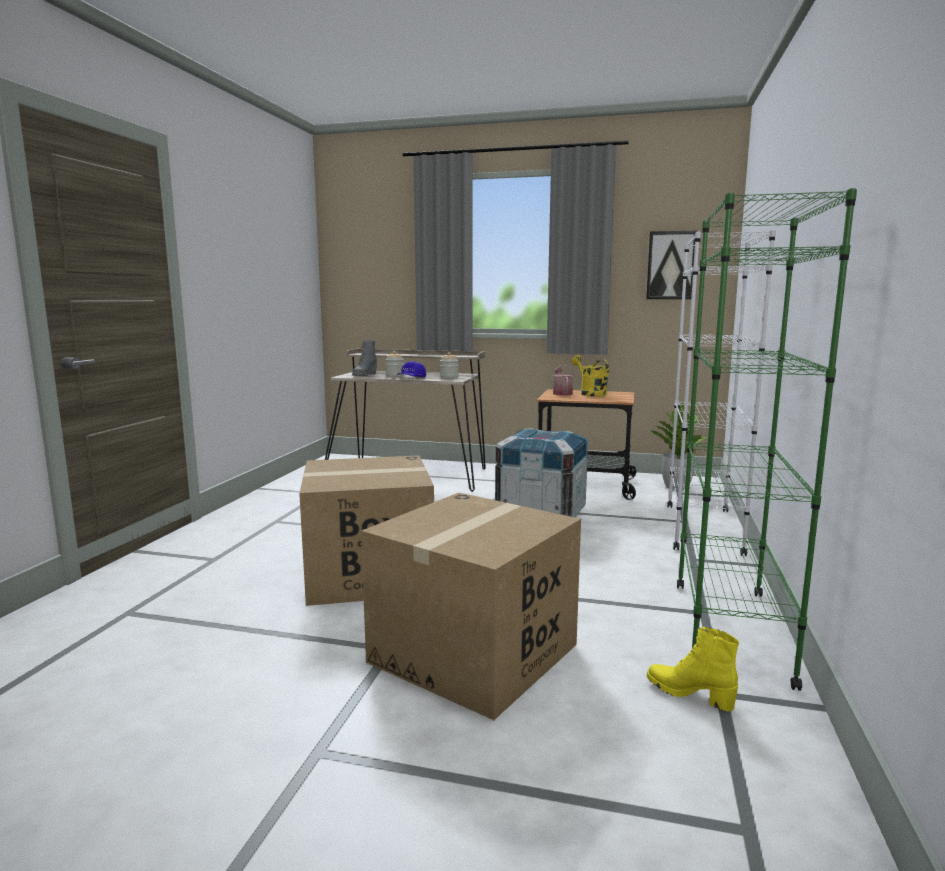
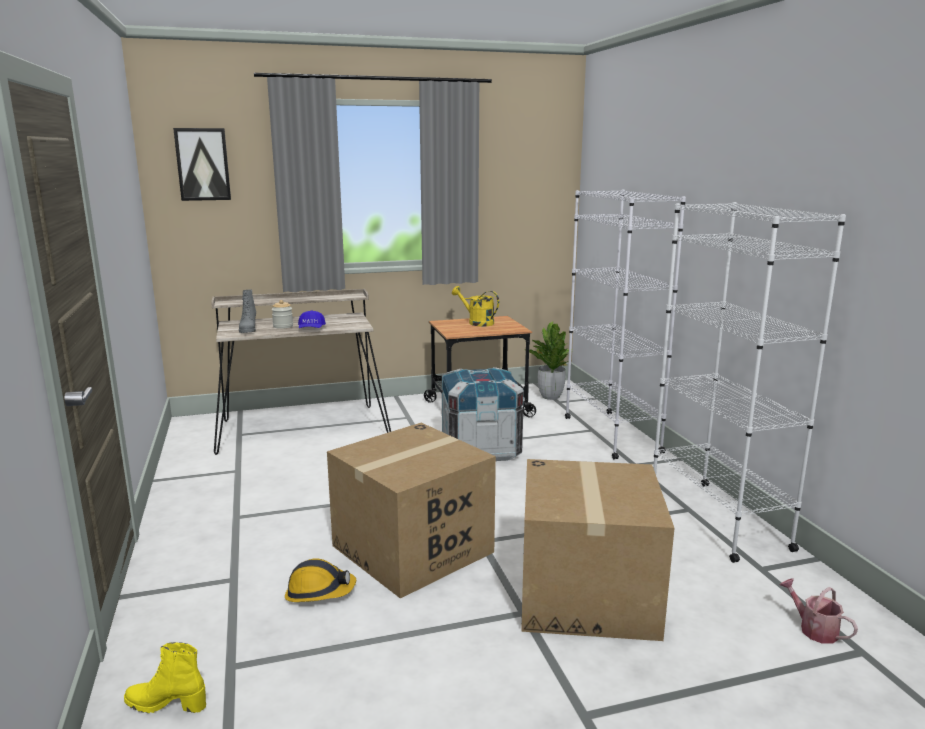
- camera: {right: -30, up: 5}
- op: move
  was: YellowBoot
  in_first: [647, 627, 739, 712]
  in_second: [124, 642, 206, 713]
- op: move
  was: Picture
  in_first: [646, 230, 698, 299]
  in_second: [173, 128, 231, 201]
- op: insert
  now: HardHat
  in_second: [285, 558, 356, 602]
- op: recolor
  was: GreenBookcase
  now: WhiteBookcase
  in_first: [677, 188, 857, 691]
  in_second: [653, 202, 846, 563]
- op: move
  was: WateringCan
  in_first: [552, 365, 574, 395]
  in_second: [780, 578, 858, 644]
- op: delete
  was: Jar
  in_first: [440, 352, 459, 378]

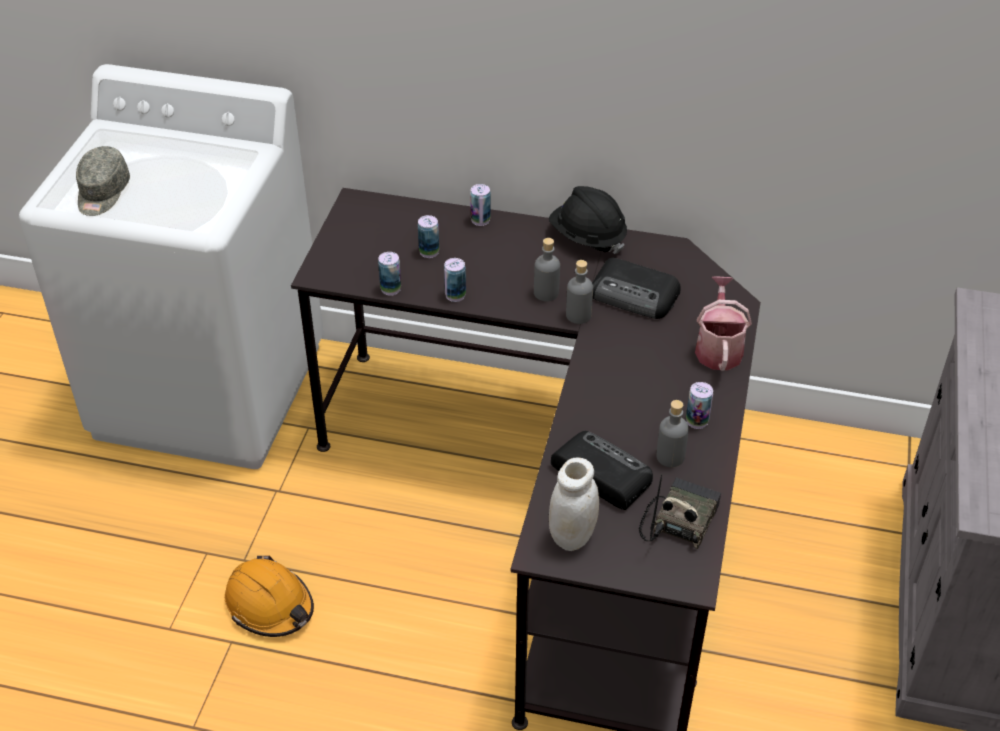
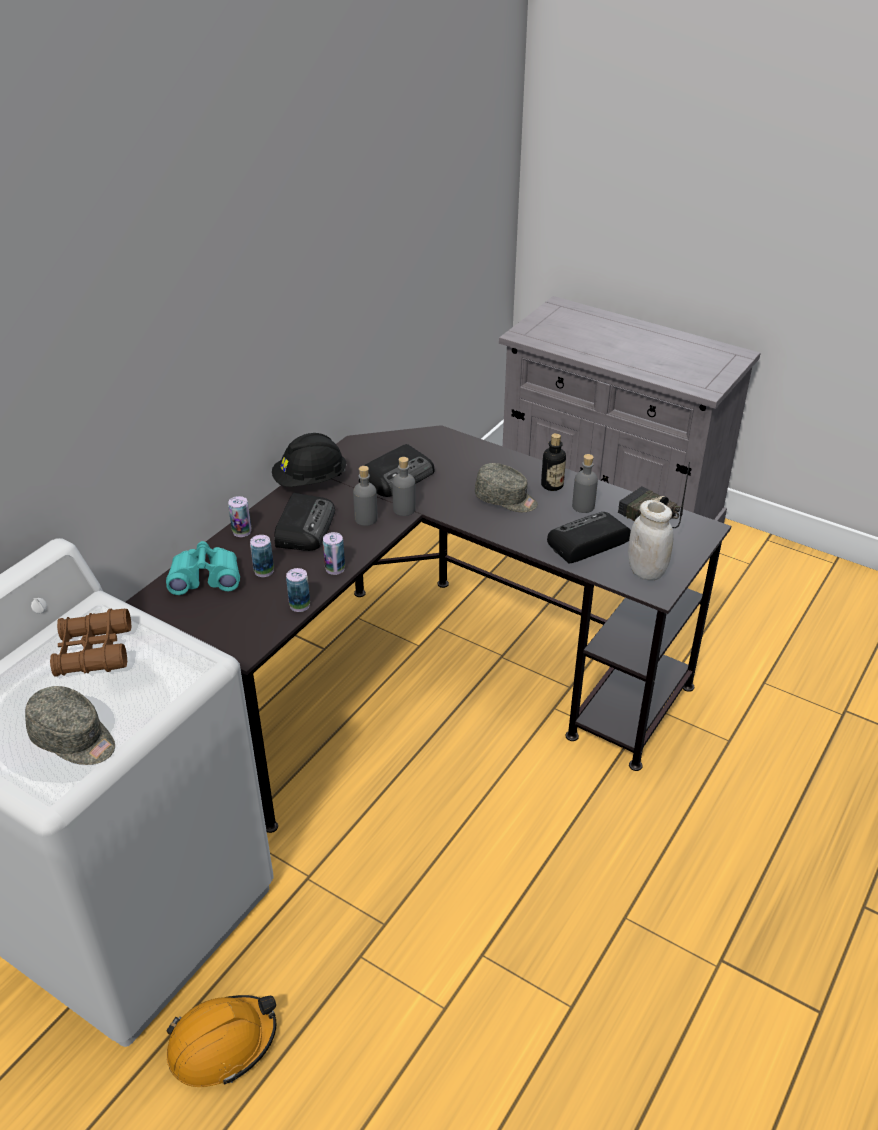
- camera: {right: -70, up: -5}
- op: insert
  now: BrownBinoculars
  in_second: [50, 609, 131, 677]
- op: insert
  now: TurquoiseBinoculars
  in_second: [166, 541, 240, 595]
- op: move
  was: OrangeHardHat
  in_first: [225, 556, 314, 637]
  in_second: [166, 995, 276, 1087]
- op: insert
  now: Radio
  in_second: [274, 493, 335, 551]
- op: insert
  now: GreyCap
  in_second: [475, 463, 538, 512]
- op: replace
  was: Can
  now: Bottle
  in_first: [686, 382, 713, 429]
  in_second: [541, 433, 566, 491]
- op: delete
  was: WateringCan
  in_first: [695, 276, 752, 371]

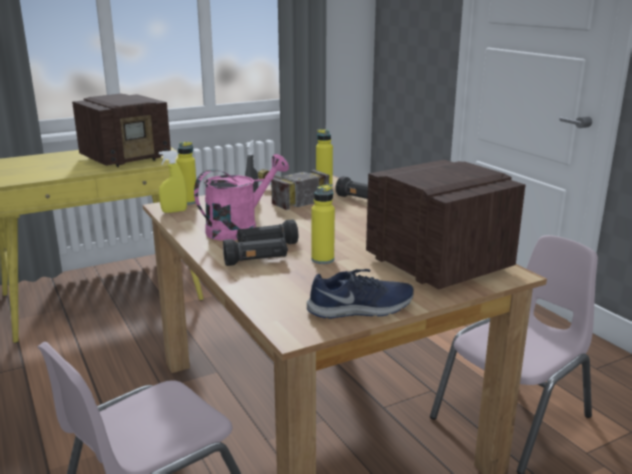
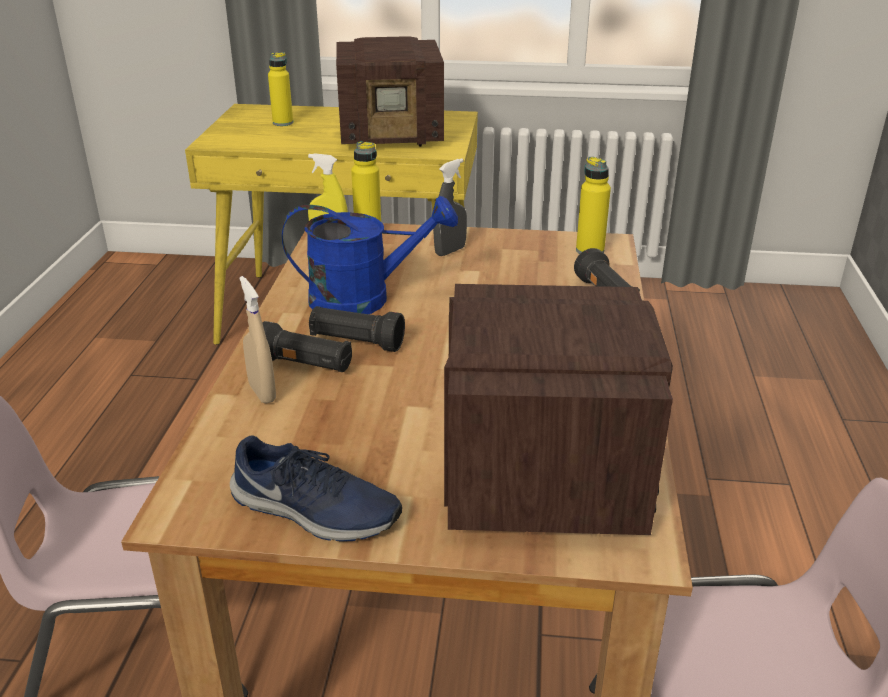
- camera: {right: 35, up: 10}
- op: insert
  now: BeigeSprayBottle
  in_second: [239, 276, 276, 404]
- op: move
  was: YellowBottle
  in_first: [311, 184, 335, 264]
  in_second: [268, 52, 293, 126]
- op: recolor
  was: PinkWateringCan
  now: BlueWateringCan
  in_first: [194, 154, 289, 241]
  in_second: [282, 196, 458, 314]
- op: delete
  was: Hammer
  in_first: [258, 169, 329, 210]

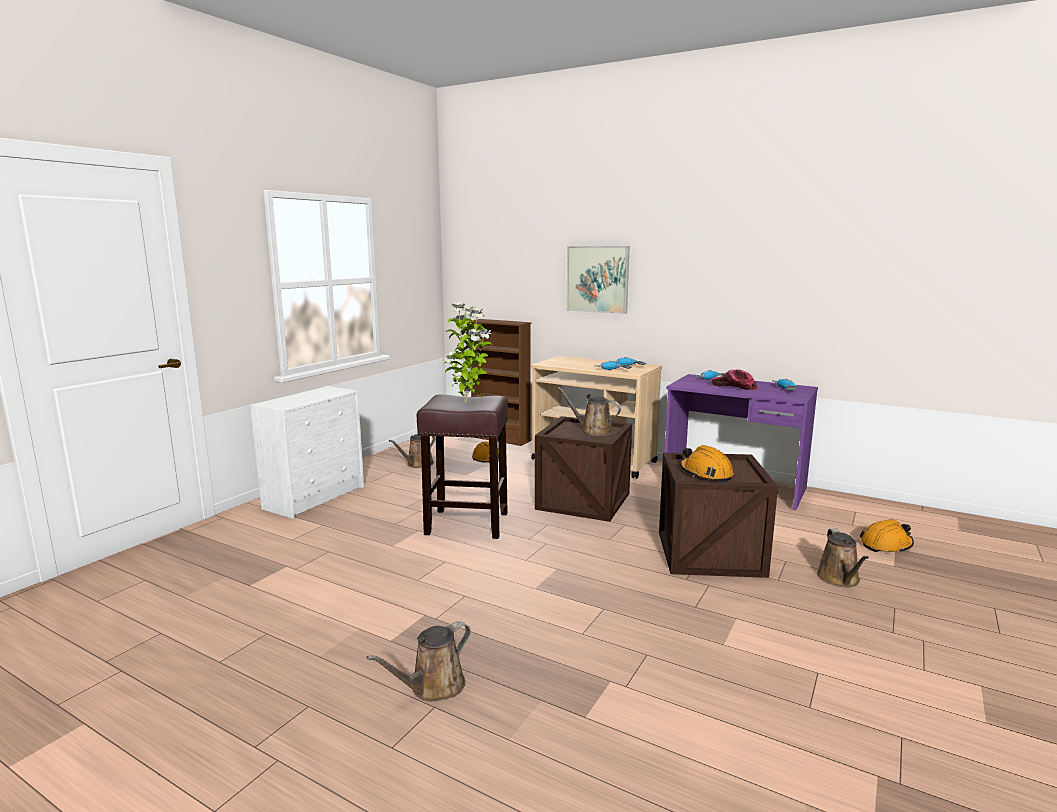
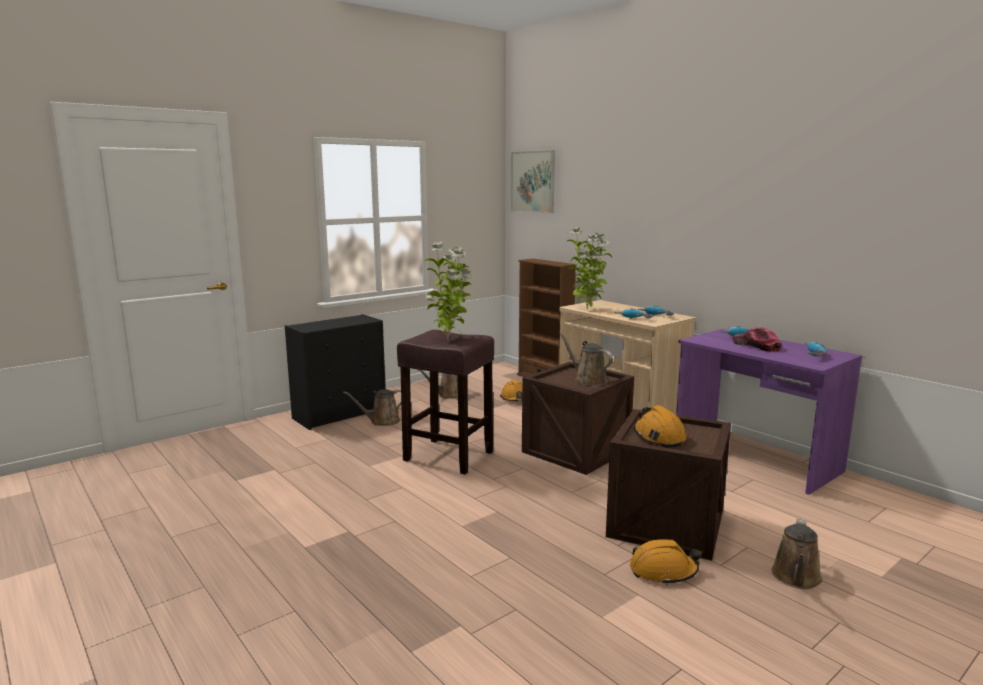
- camera: {right: 20, up: 0}
- op: recolor
  was: WhiteDresser
  now: BlackDresser
  in_first: [250, 386, 364, 519]
  in_second: [285, 314, 386, 430]
- op: move
  was: BrownWateringCan
  in_first: [367, 621, 471, 702]
  in_second: [343, 389, 401, 426]
- op: move
  was: Picture
  in_first: [566, 246, 630, 314]
  in_second: [511, 150, 555, 213]
- op: insert
  now: PottedPlant
  in_second: [567, 227, 612, 309]
- op: move
  was: OrangeHardHat
  in_first: [859, 519, 914, 553]
  in_second: [630, 540, 701, 585]

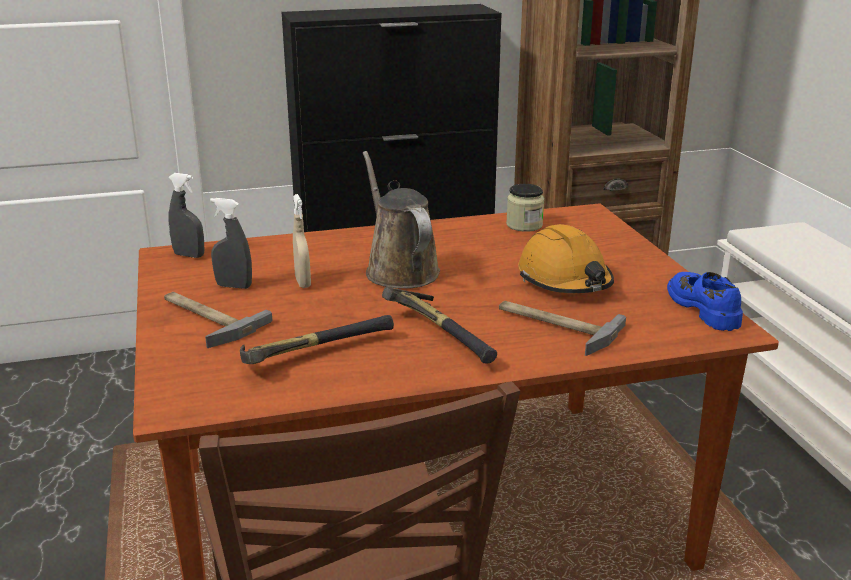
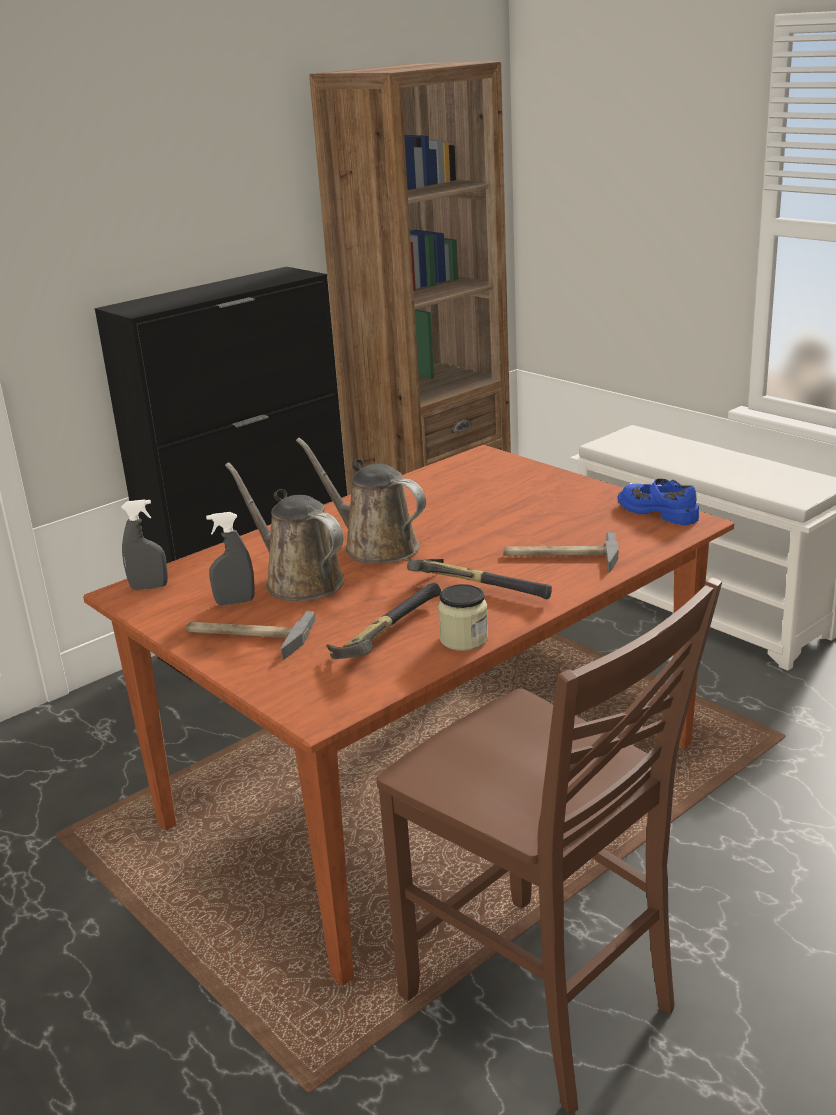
- camera: {right: -25, up: 0}
- op: replace
  was: BeigeSprayBottle
  now: BrownWateringCan
  in_first: [293, 194, 311, 288]
  in_second: [225, 463, 344, 601]
- op: move
  was: Jar
  in_first: [506, 184, 544, 232]
  in_second: [438, 584, 488, 651]
- op: delete
  was: OrangeHardHat
  in_first: [518, 224, 614, 293]

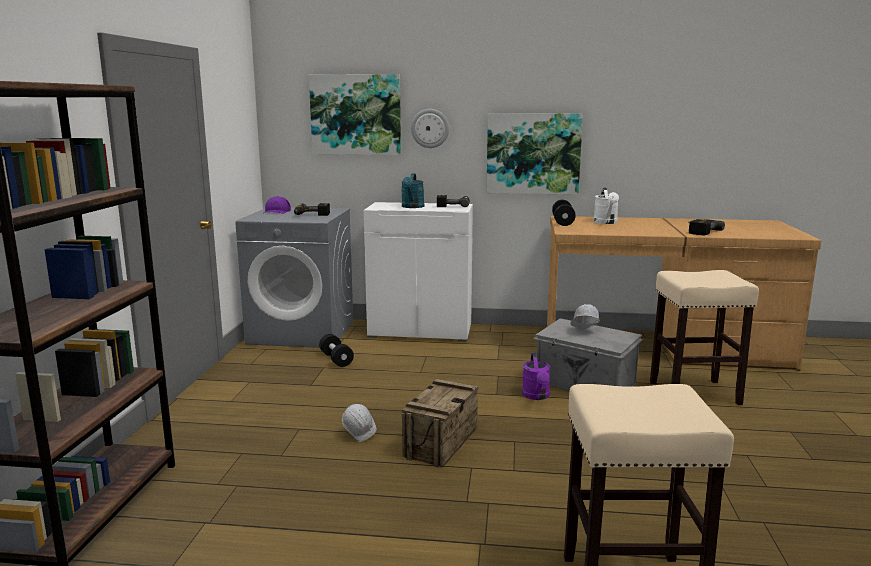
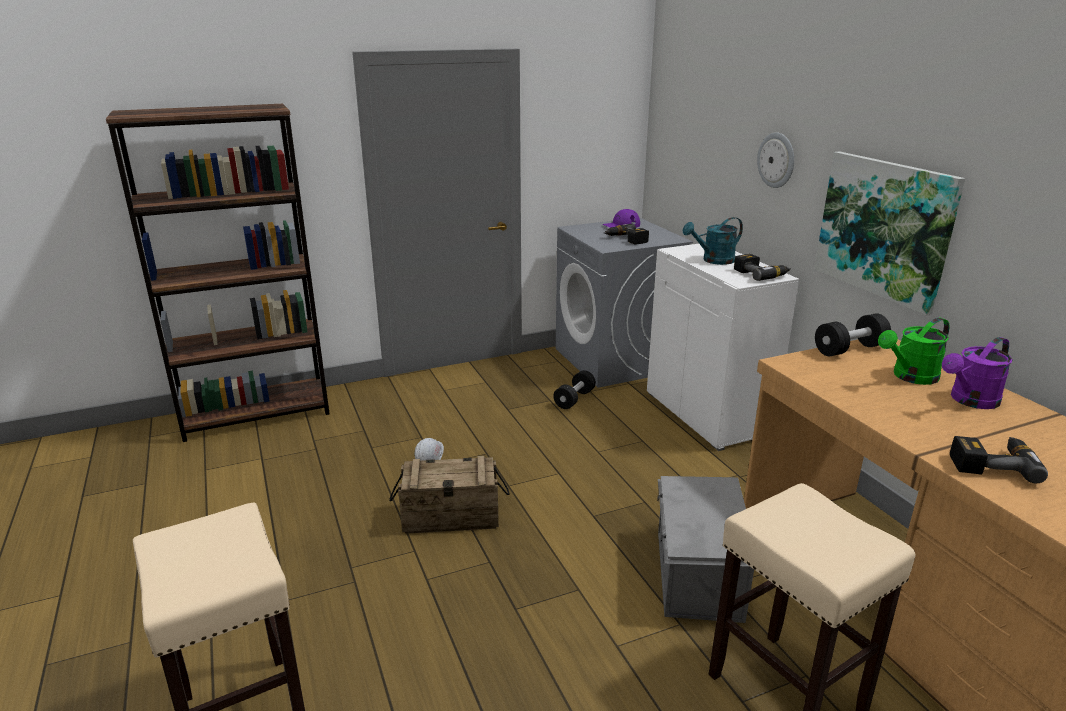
- camera: {right: 60, up: 10}
- op: recolor
  was: WhiteWateringCan
  now: GreenWateringCan
  in_first: [593, 188, 619, 224]
  in_second: [878, 318, 949, 385]
- op: move
  was: PurpleWateringCan
  in_first: [522, 353, 551, 400]
  in_second: [942, 337, 1013, 409]
- op: delete
  was: Picture
  in_first: [309, 74, 401, 155]
- op: delete
  was: WhiteHardHat
  in_first: [570, 304, 600, 329]

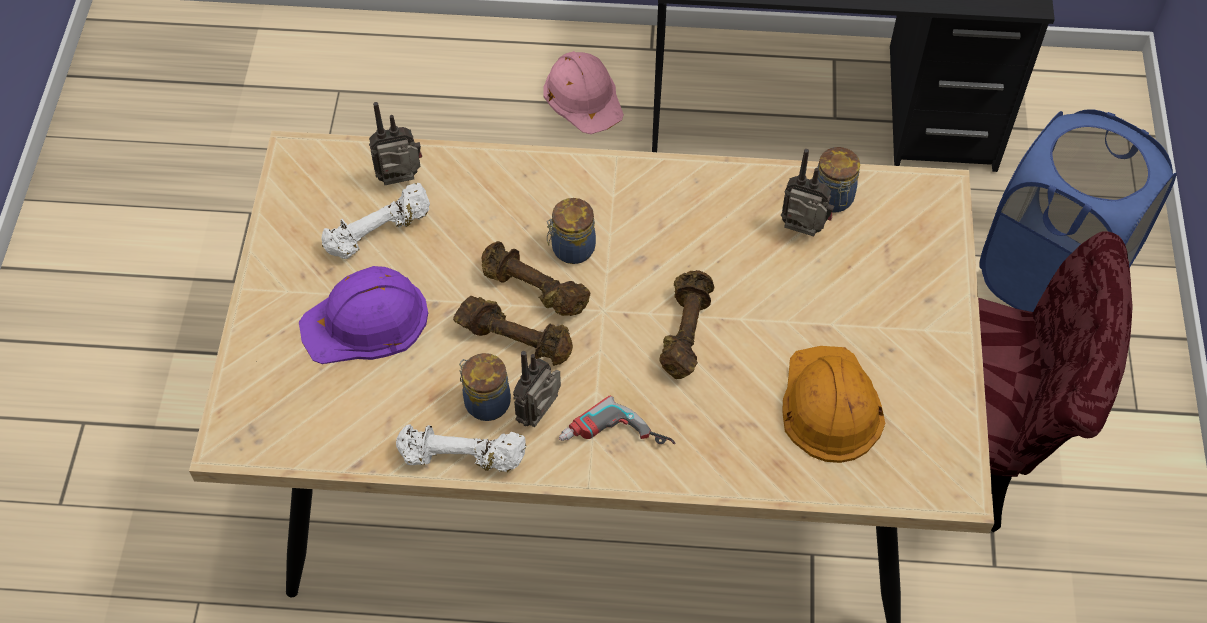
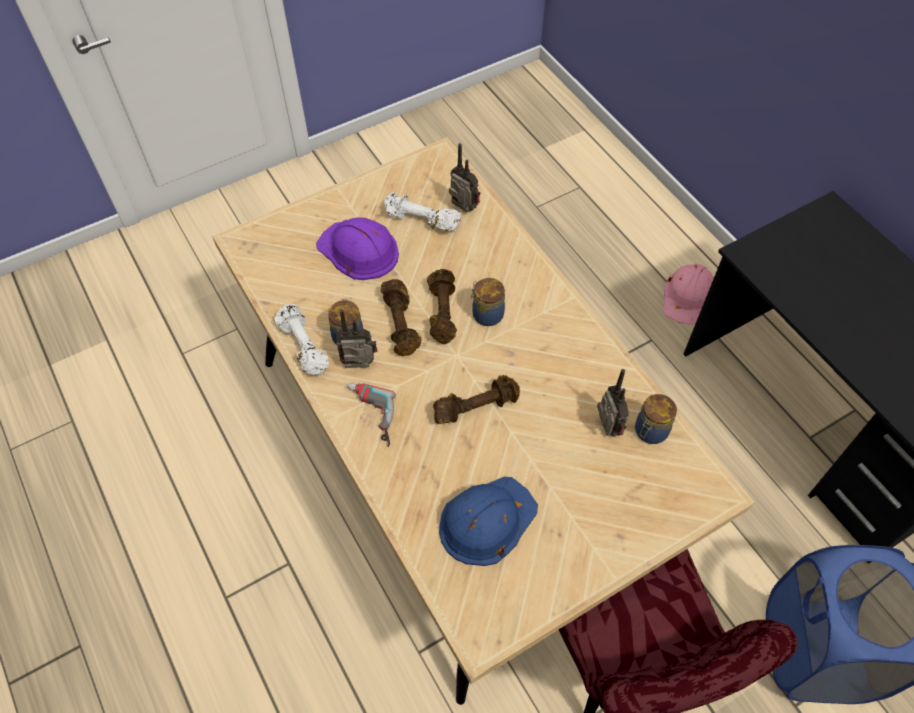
- camera: {right: 55, up: 0}
- op: recolor
  was: OrangeHardHat
  now: BlueHardHat
  in_first: [783, 346, 885, 463]
  in_second: [439, 477, 538, 566]

